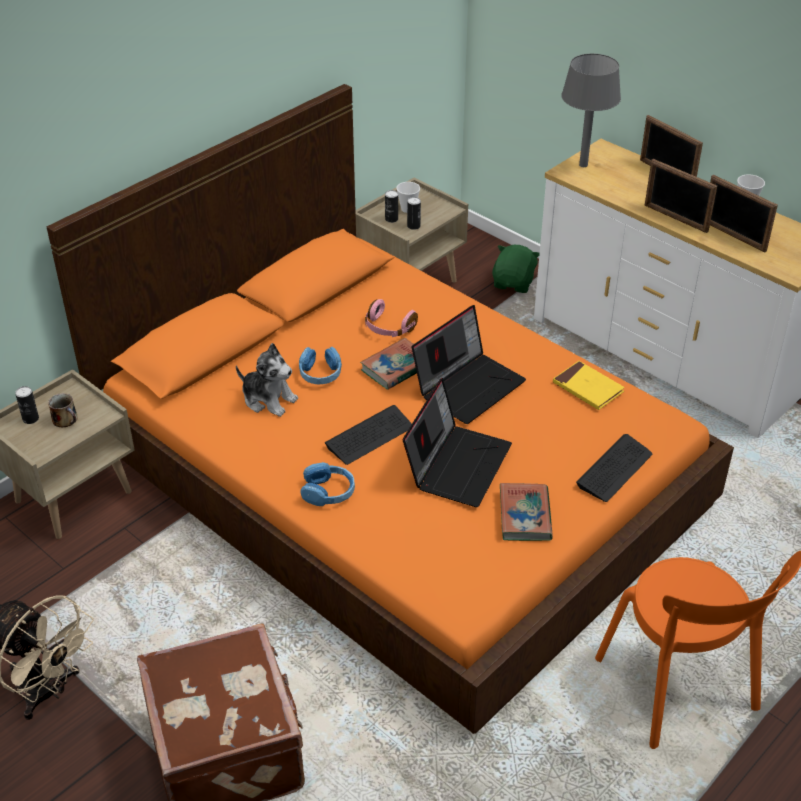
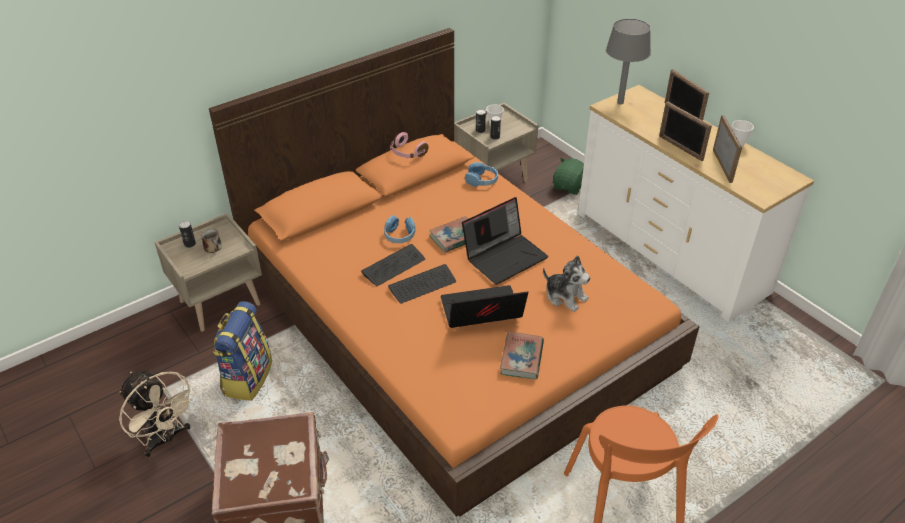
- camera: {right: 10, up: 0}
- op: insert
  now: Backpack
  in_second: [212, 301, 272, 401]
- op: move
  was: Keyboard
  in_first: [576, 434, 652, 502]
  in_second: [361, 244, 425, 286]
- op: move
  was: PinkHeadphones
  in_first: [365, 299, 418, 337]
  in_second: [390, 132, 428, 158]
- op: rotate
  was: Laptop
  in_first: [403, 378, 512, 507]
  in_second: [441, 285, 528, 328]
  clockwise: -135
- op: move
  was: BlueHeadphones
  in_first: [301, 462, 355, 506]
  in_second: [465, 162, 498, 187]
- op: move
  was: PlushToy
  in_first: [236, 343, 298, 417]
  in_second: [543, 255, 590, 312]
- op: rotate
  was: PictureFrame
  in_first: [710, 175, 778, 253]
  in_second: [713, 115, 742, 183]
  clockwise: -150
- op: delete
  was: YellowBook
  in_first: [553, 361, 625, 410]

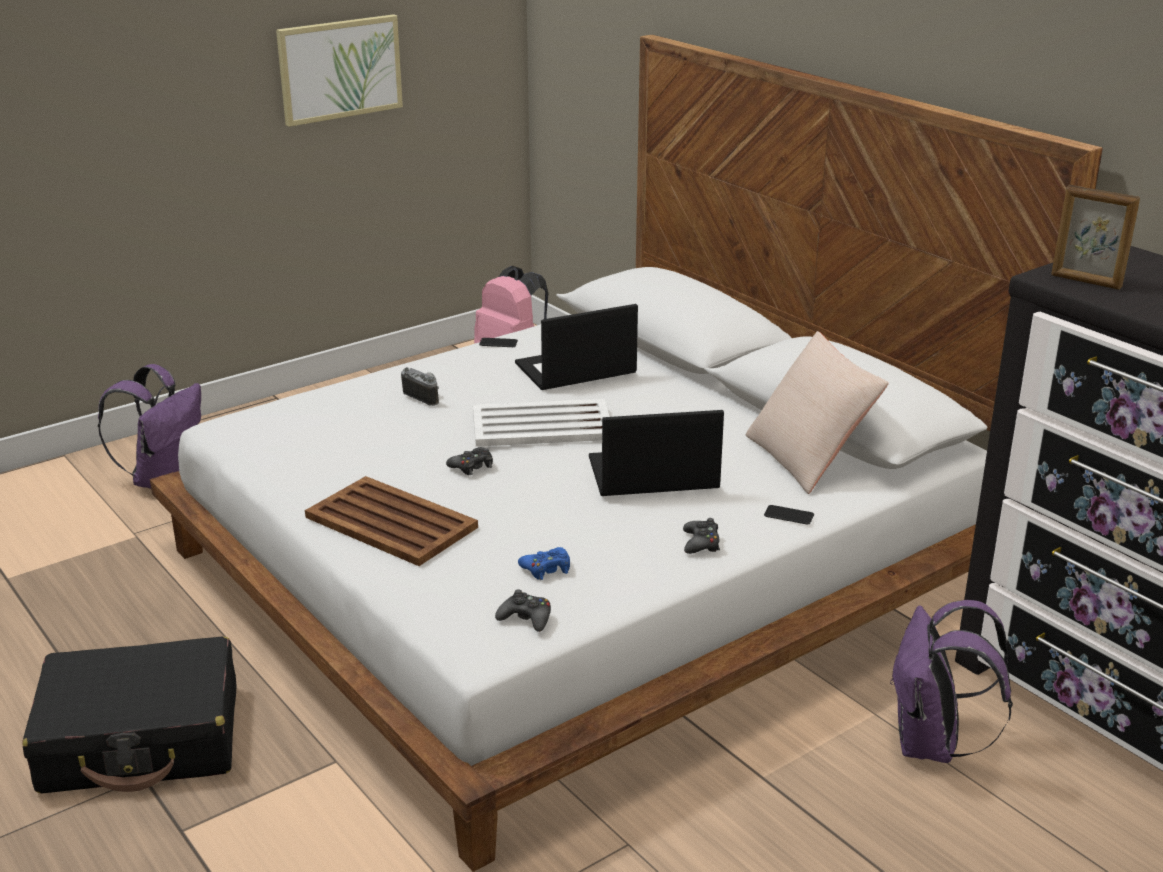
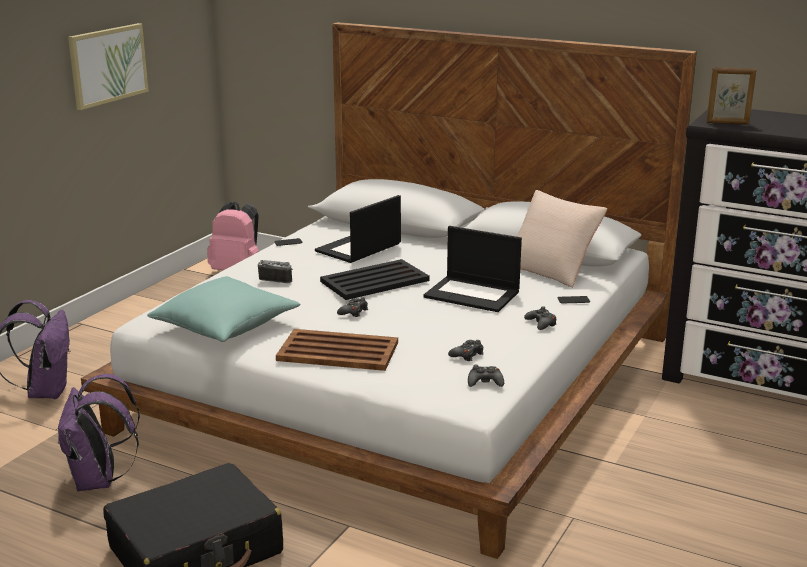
- camera: {right: -25, up: -5}
- op: move
  was: PurpleBackpack
  in_first: [890, 600, 1013, 763]
  in_second: [58, 374, 140, 491]
- op: insert
  now: TurquoisePillow
  in_second: [147, 276, 300, 342]
- op: recolor
  was: WhiteTray
  now: BlackTray
  in_first: [473, 399, 610, 447]
  in_second: [320, 259, 430, 300]
- op: rotate
  was: Laptop
  in_first: [589, 410, 724, 496]
  in_second: [423, 226, 522, 312]
  clockwise: -120
- op: recolor
  was: BlueGameController
  now: BlackGameController
  in_first: [518, 547, 570, 580]
  in_second: [448, 340, 483, 361]

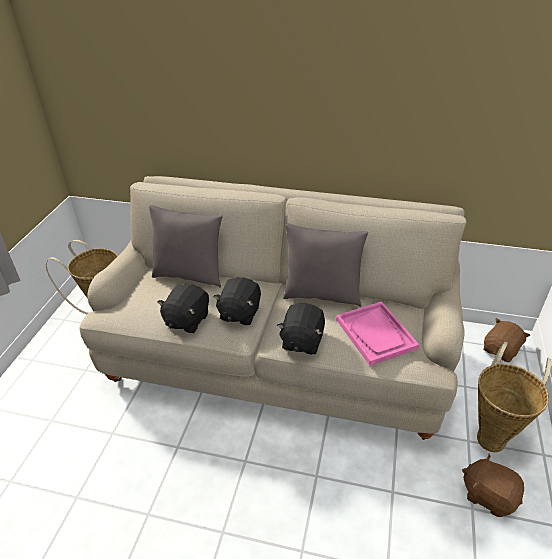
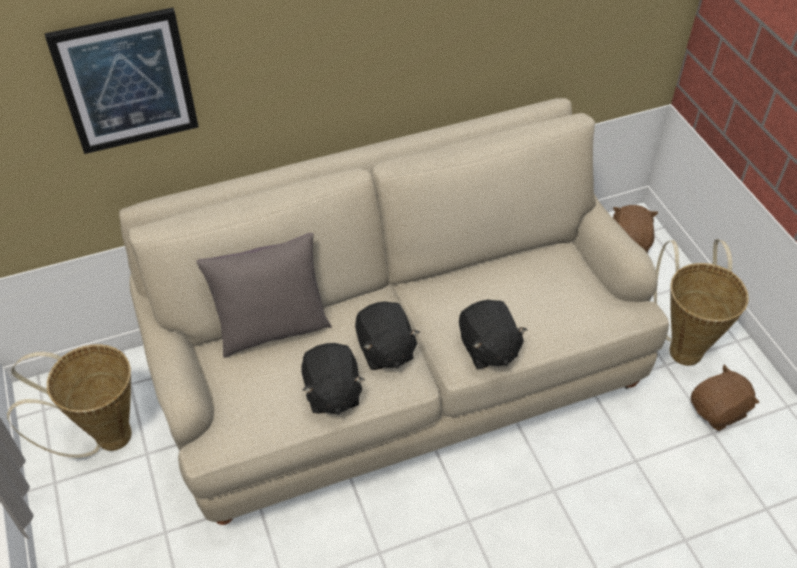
- camera: {right: -35, up: 10}
- op: insert
  now: Picture
  in_second: [44, 8, 199, 154]
- op: rotate
  was: BrownPlushToy
  in_first: [462, 454, 524, 517]
  in_second: [691, 364, 759, 431]
  clockwise: 150
- op: delete
  was: GreyPillow
  in_first: [283, 223, 368, 307]
- op: delete
  was: PinkTray
  in_first: [336, 301, 419, 366]

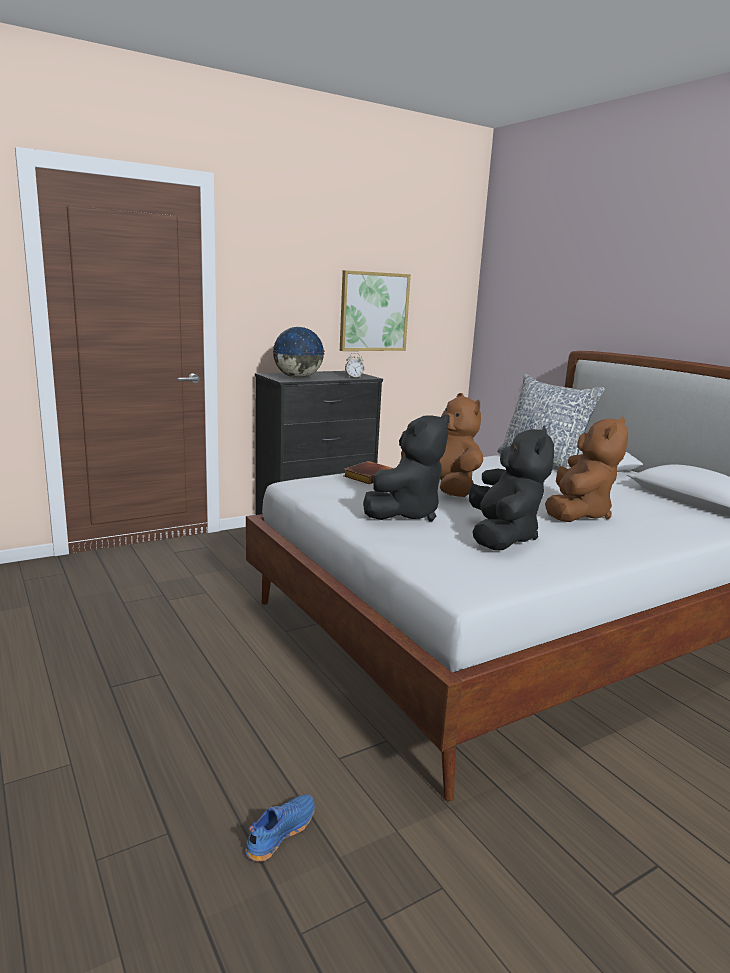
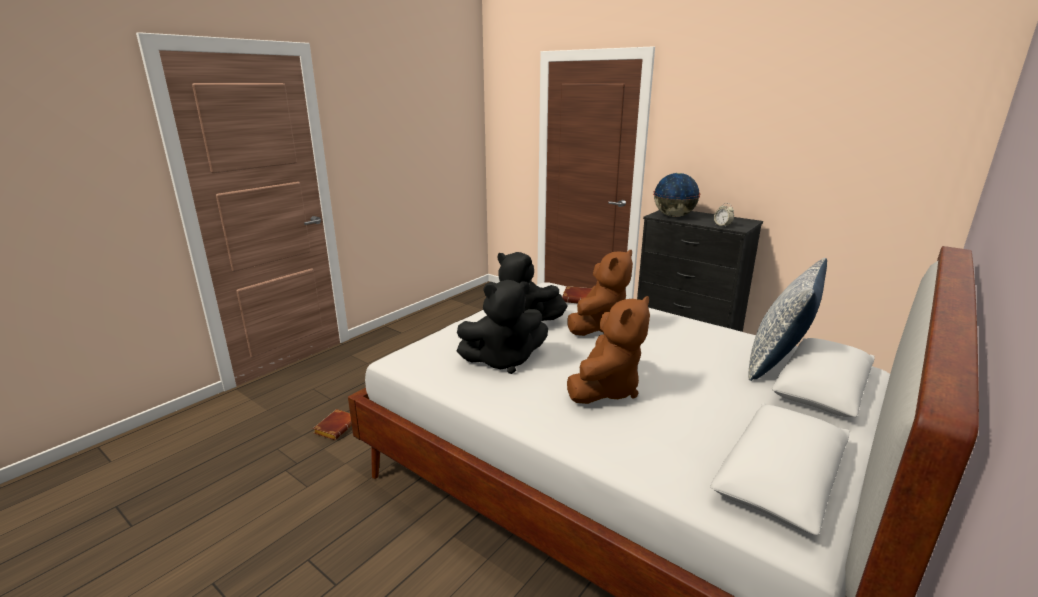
- camera: {right: 70, up: 5}
- op: replace
  was: BlueShoe
  now: BrownBook
  in_first: [245, 794, 315, 862]
  in_second: [313, 409, 352, 440]
- op: rotate
  was: BrownPlushToy
  in_first: [545, 417, 628, 522]
  in_second: [567, 296, 650, 404]
  clockwise: -60
- op: delete
  was: Picture
  in_first: [340, 270, 411, 351]

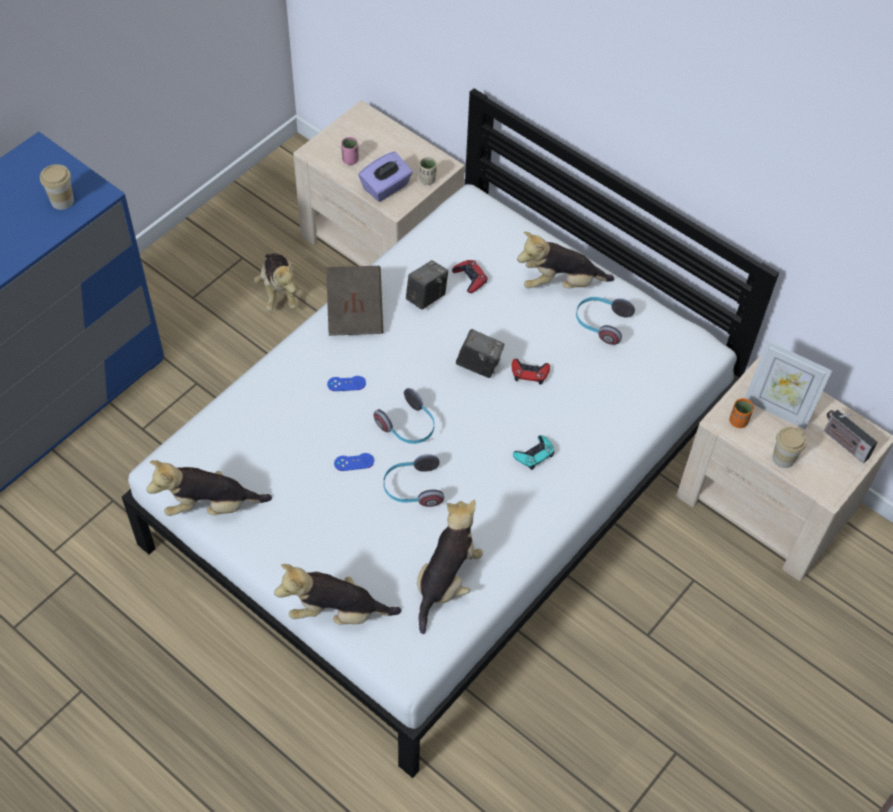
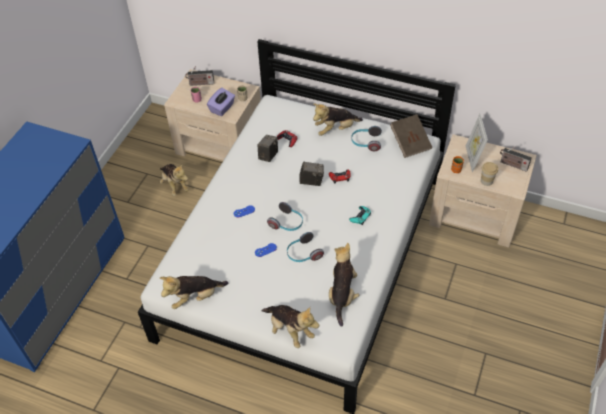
- camera: {right: -15, up: -5}
- op: insert
  now: Radio
  in_second: [185, 66, 214, 86]
- op: rotate
  was: PlushToy
  in_first: [274, 564, 401, 625]
  in_second: [261, 305, 319, 348]
  clockwise: -120
- op: move
  was: BrownBook
  in_first: [326, 266, 383, 336]
  in_second: [390, 114, 432, 158]
- op: rotate
  was: PictureFrame
  in_first: [745, 340, 832, 429]
  in_second: [466, 114, 488, 173]
  clockwise: 75
- op: delete
  was: Cup
  in_first: [40, 164, 74, 210]

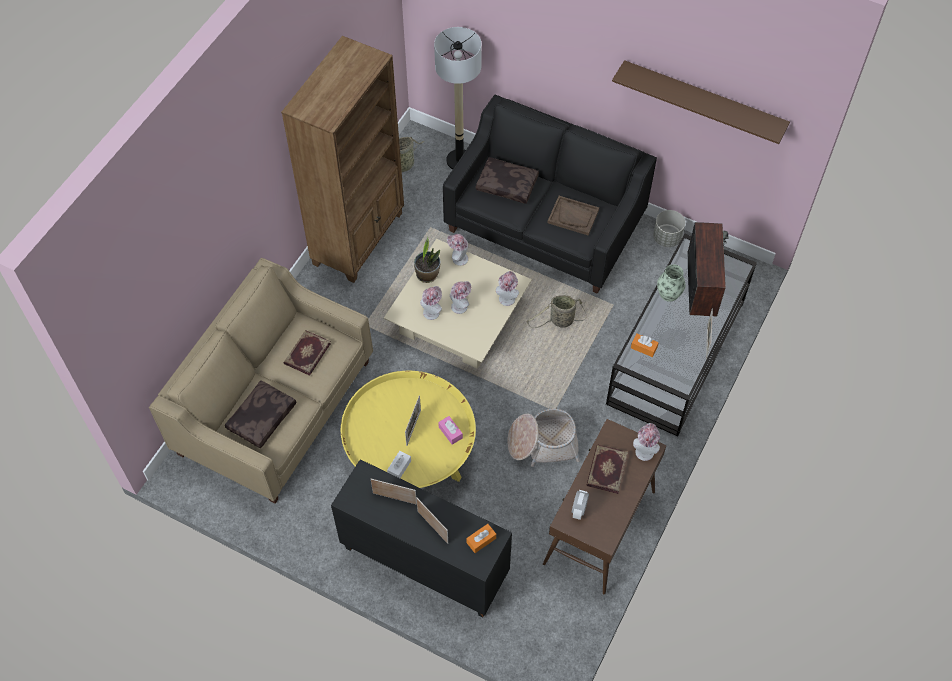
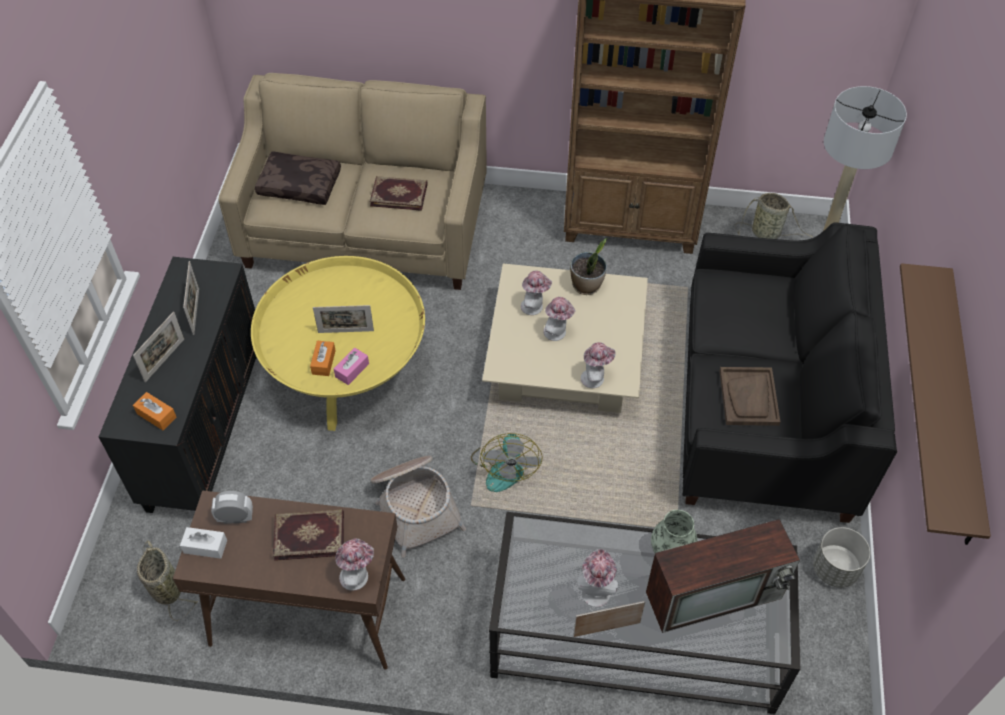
- camera: {right: 70, up: -5}
- op: move
  was: Basket
  in_first: [527, 295, 587, 328]
  in_second: [137, 540, 199, 621]
- op: move
  was: WhiteTissueBox
  in_first: [387, 451, 411, 478]
  in_second: [180, 527, 227, 559]
- op: move
  was: OrangeTissueBox
  in_first: [631, 333, 659, 357]
  in_second: [310, 341, 336, 376]
- op: insert
  now: Fan
  in_second: [471, 433, 543, 492]
- op: move
  was: Hat
  in_first: [447, 234, 468, 266]
  in_second: [577, 549, 618, 607]
- op: delete
  was: BrownPillow
  in_first: [476, 157, 539, 204]

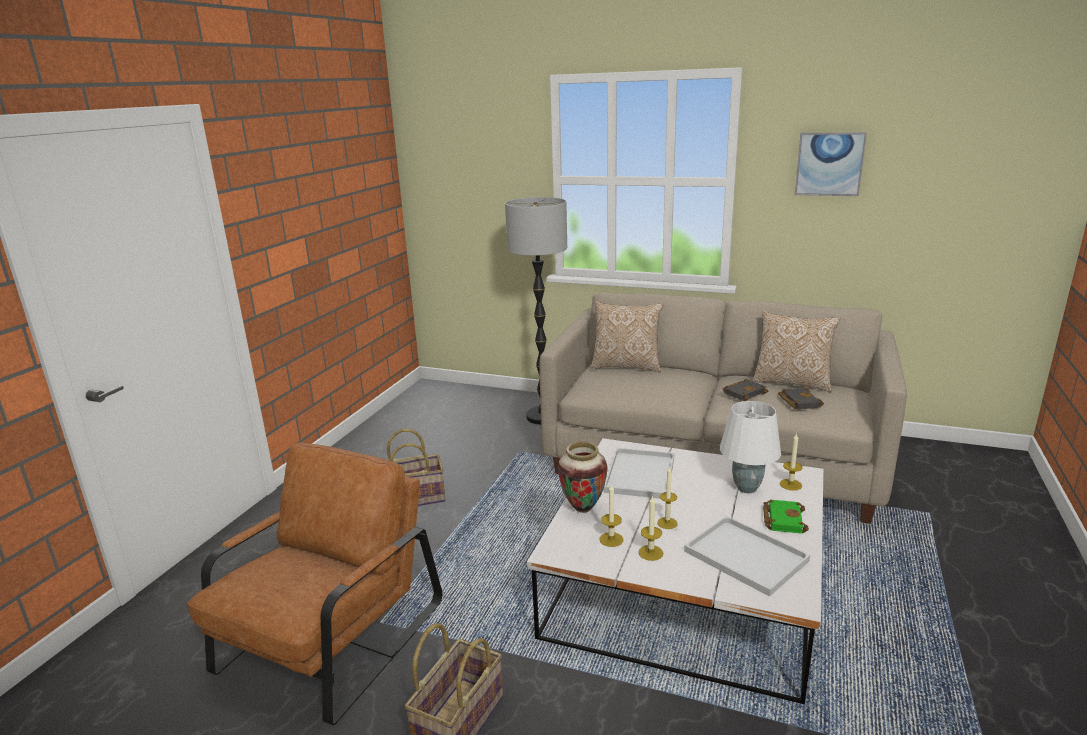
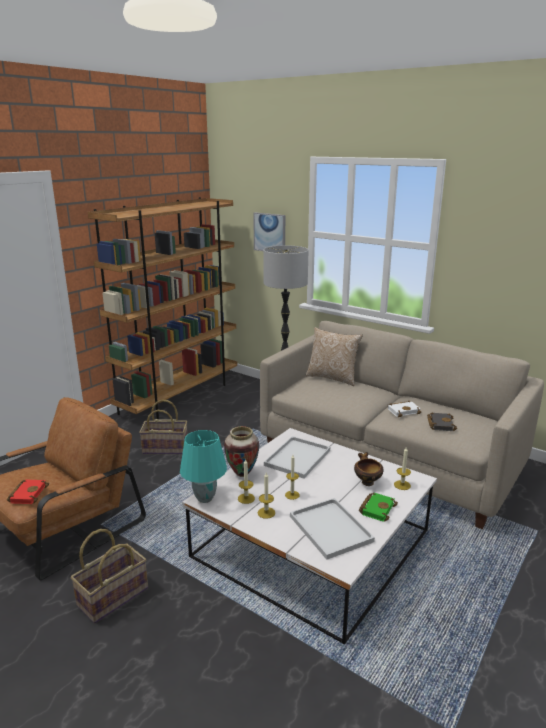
- camera: {right: 15, up: 0}
- op: insert
  now: RedBook
  in_second: [7, 480, 49, 504]
- op: insert
  now: BrownBookcase
  in_second: [88, 197, 237, 419]
- op: insert
  now: TurquoiseTableLamp
  in_second: [180, 430, 227, 503]
- op: move
  was: Picture
  in_first: [795, 132, 867, 196]
  in_second: [253, 212, 285, 251]
- op: replace
  was: WhiteTableLamp
  now: Bowl
  in_first: [720, 401, 781, 493]
  in_second: [354, 452, 384, 486]
- op: recolor
  was: BlackBook
  now: WhiteBook
  in_first: [723, 379, 768, 401]
  in_second: [387, 401, 421, 417]
- op: delete
  was: Pillow
  in_first: [752, 311, 841, 392]

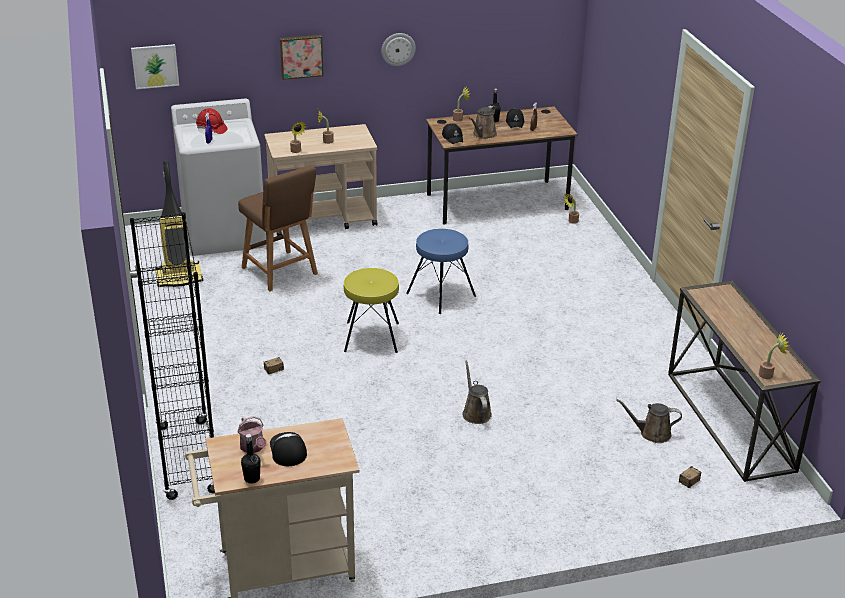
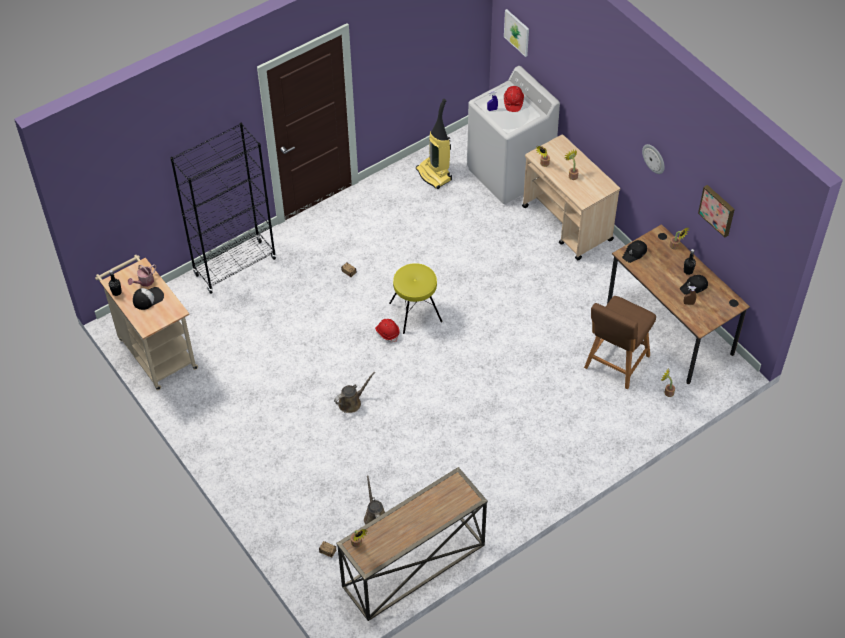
- camera: {right: 70, up: 20}
- op: insert
  now: RedHardHat
  in_second: [375, 319, 399, 342]
- op: move
  was: BrownStool
  in_first: [238, 165, 318, 291]
  in_second: [584, 296, 656, 389]
- op: move
  was: Picture
  in_first: [280, 35, 324, 80]
  in_second: [698, 185, 735, 238]
- op: delete
  was: BlueStool
  in_first: [406, 229, 476, 314]
- op: delete
  was: BrownWateringCan
  in_first: [469, 106, 497, 139]

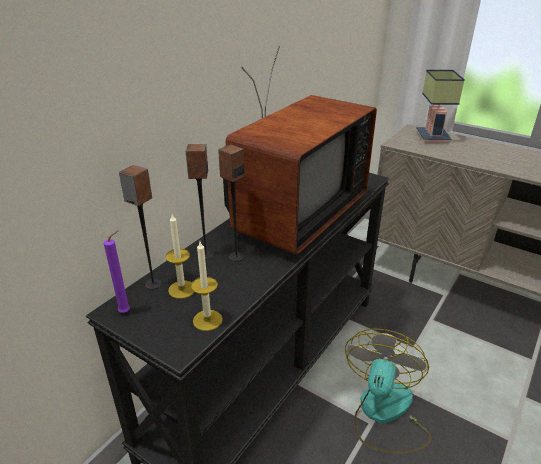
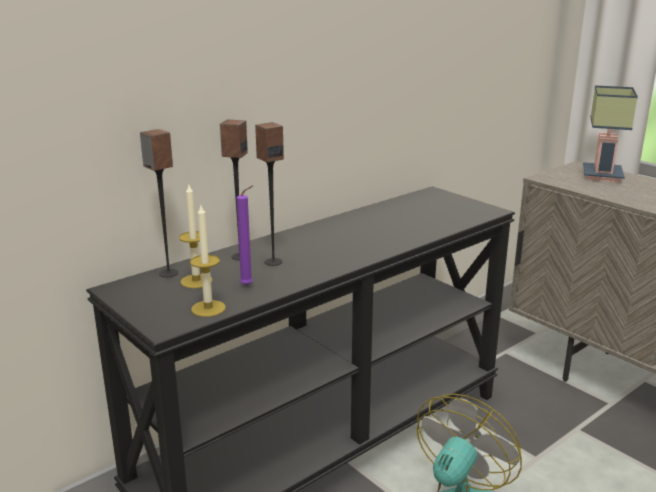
- camera: {right: 15, up: -10}
- op: move
  was: PurpleCandle
  in_first: [104, 231, 130, 313]
  in_second: [236, 185, 253, 286]
- op: delete
  was: Television
  in_first: [223, 46, 377, 255]

